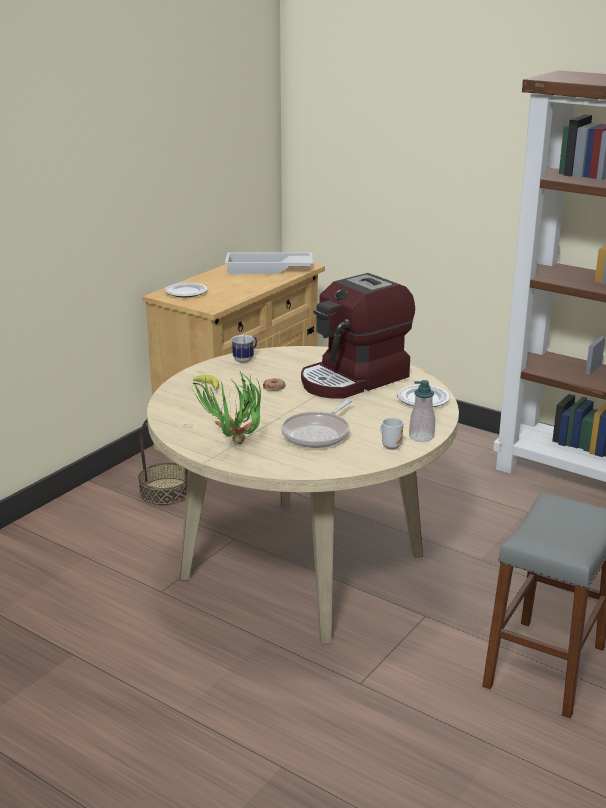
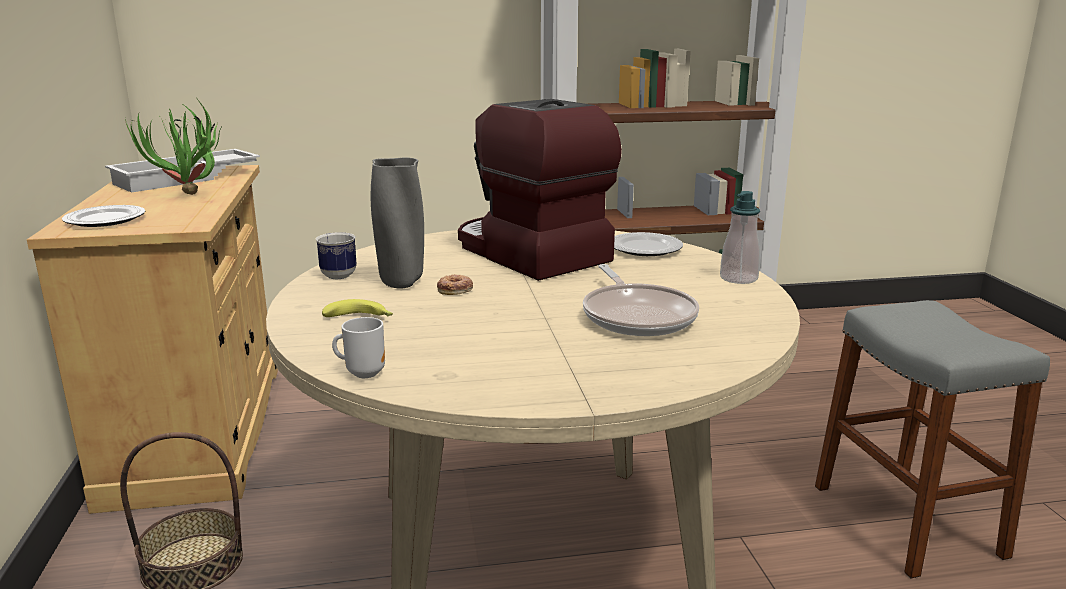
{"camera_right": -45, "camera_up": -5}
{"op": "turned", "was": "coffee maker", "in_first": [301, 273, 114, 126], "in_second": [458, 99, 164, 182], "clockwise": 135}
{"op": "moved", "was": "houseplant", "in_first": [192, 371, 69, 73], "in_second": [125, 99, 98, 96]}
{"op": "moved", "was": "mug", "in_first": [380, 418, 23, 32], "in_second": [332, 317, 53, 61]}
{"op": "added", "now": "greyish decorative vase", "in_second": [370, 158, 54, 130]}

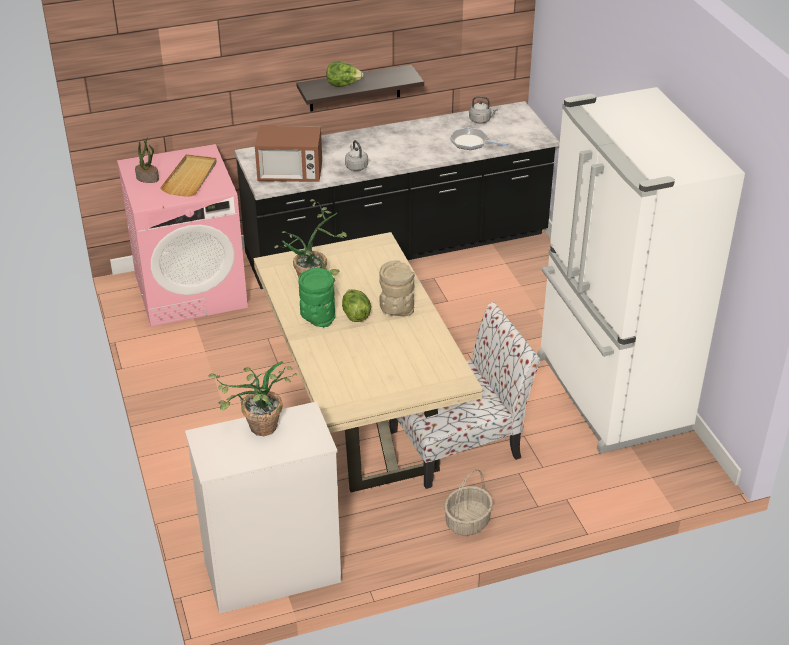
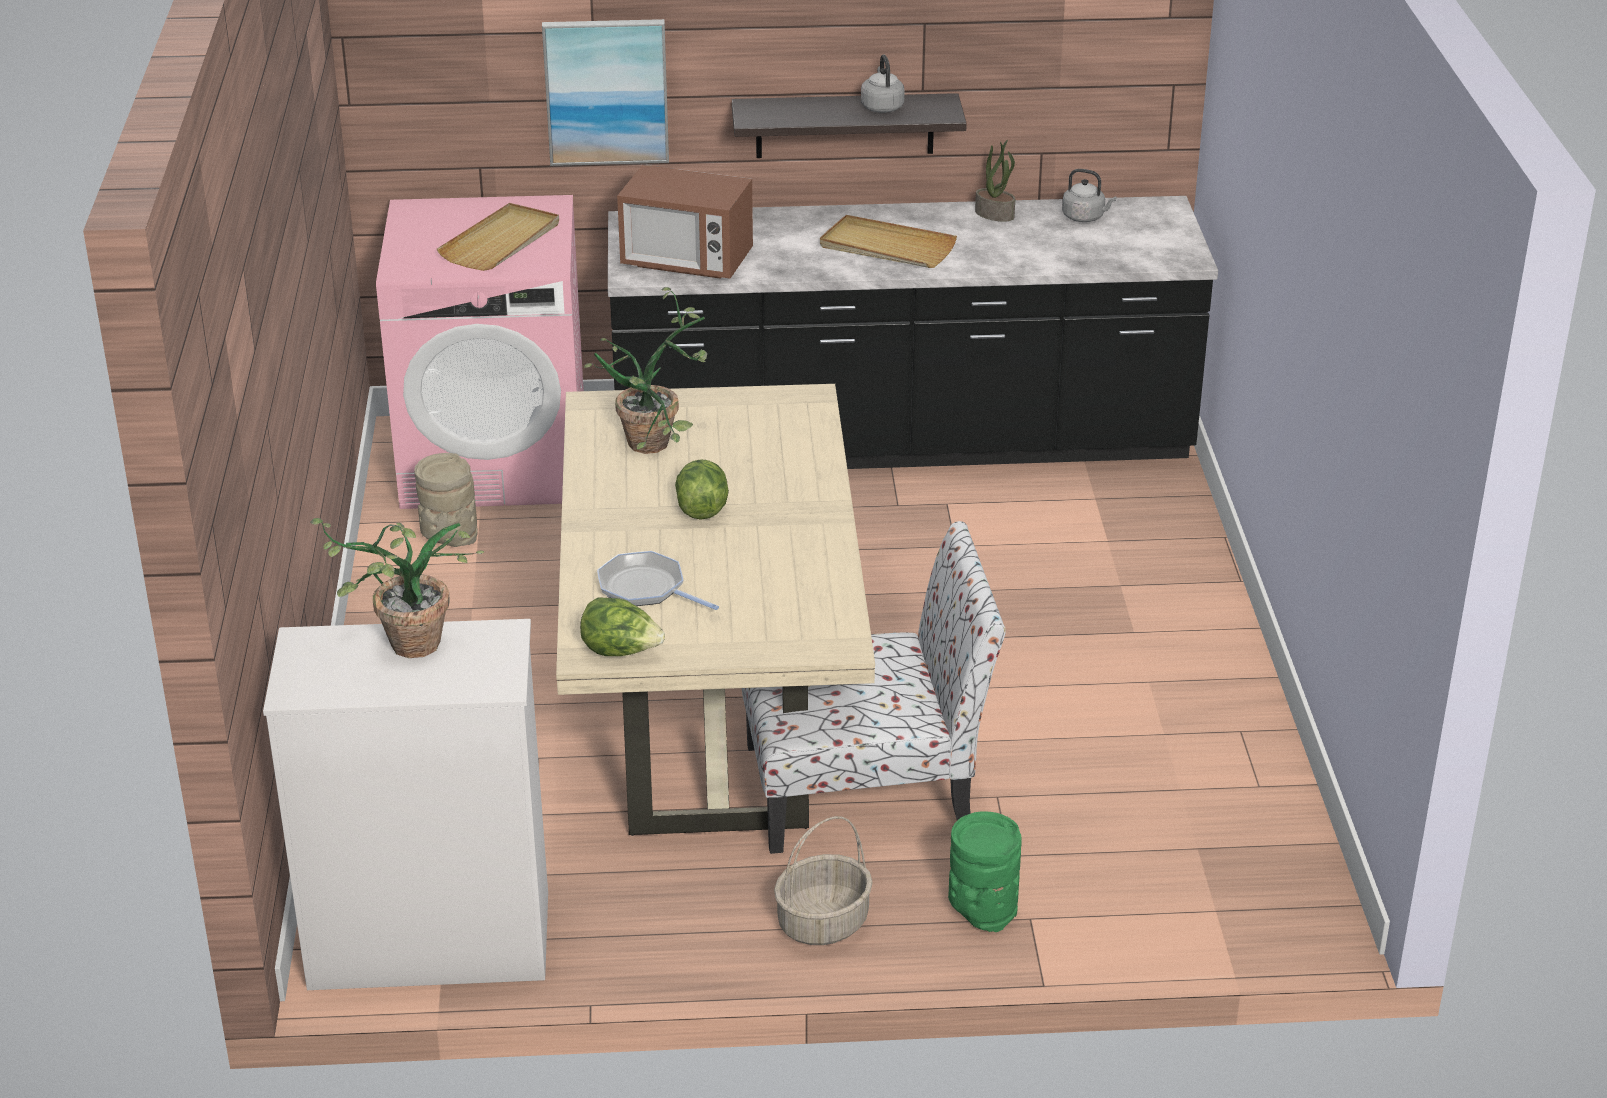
{"camera_right": 15, "camera_up": -5}
{"op": "moved", "was": "lettuce head", "in_first": [326, 61, 38, 26], "in_second": [580, 597, 85, 59]}
{"op": "removed", "was": "white-coloured refrigerator", "in_first": [537, 87, 208, 367]}
{"op": "moved", "was": "skillet", "in_first": [450, 128, 59, 22], "in_second": [597, 551, 122, 59]}
{"op": "moved", "was": "houseplant", "in_first": [135, 137, 24, 46], "in_second": [975, 140, 40, 82]}
{"op": "moved", "was": "greyish water kettle", "in_first": [345, 140, 23, 31], "in_second": [861, 55, 43, 58]}
{"op": "moved", "was": "beige-coloured decorative vase", "in_first": [379, 260, 36, 57], "in_second": [414, 453, 64, 94]}
{"op": "moved", "was": "greenish decorative vase", "in_first": [298, 268, 37, 59], "in_second": [948, 811, 74, 121]}
{"op": "added", "now": "wall picture", "in_second": [542, 19, 127, 147]}
{"op": "added", "now": "beige-coloured tray", "in_second": [820, 215, 137, 53]}

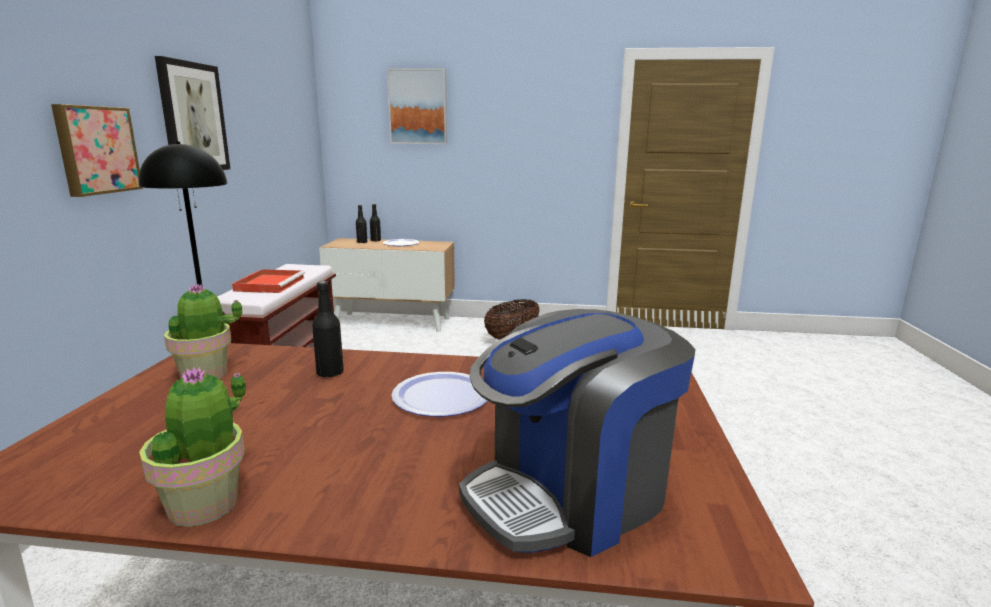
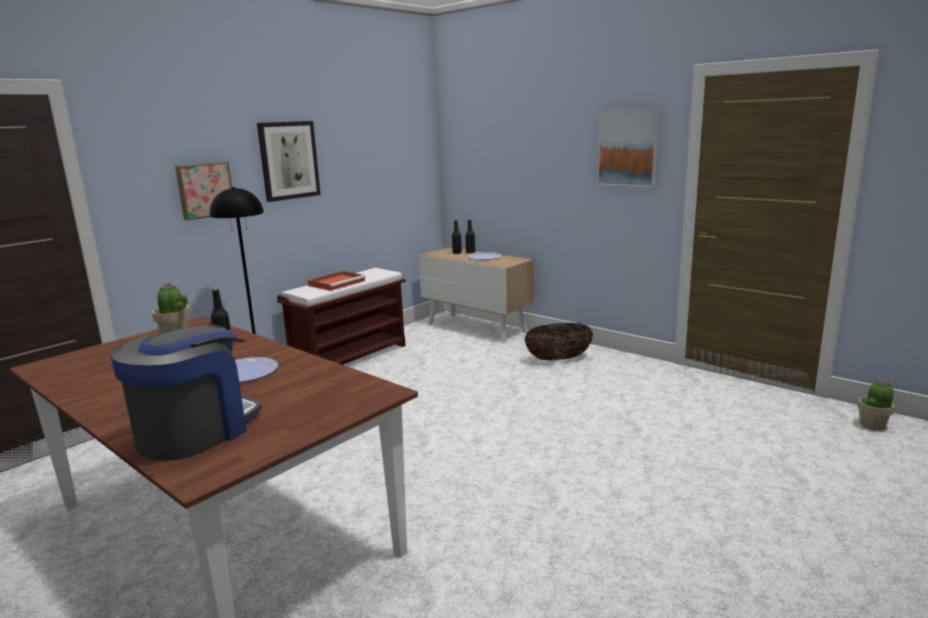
{"camera_right": 35, "camera_up": 0}
{"op": "moved", "was": "wall picture", "in_first": [387, 69, 60, 75], "in_second": [597, 107, 62, 81]}
{"op": "turned", "was": "coffee maker", "in_first": [459, 309, 236, 248], "in_second": [110, 323, 151, 137], "clockwise": 120}
{"op": "moved", "was": "houseplant", "in_first": [139, 366, 107, 161], "in_second": [857, 378, 38, 53]}

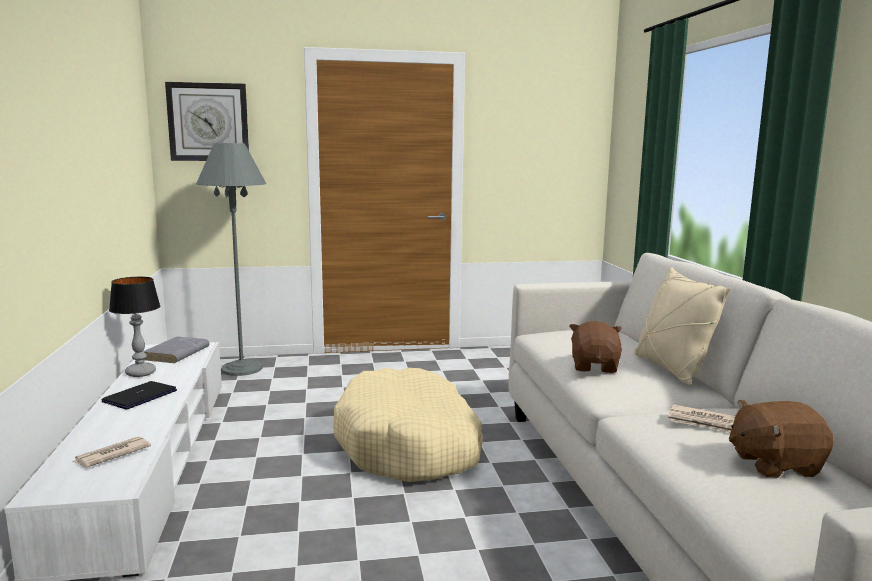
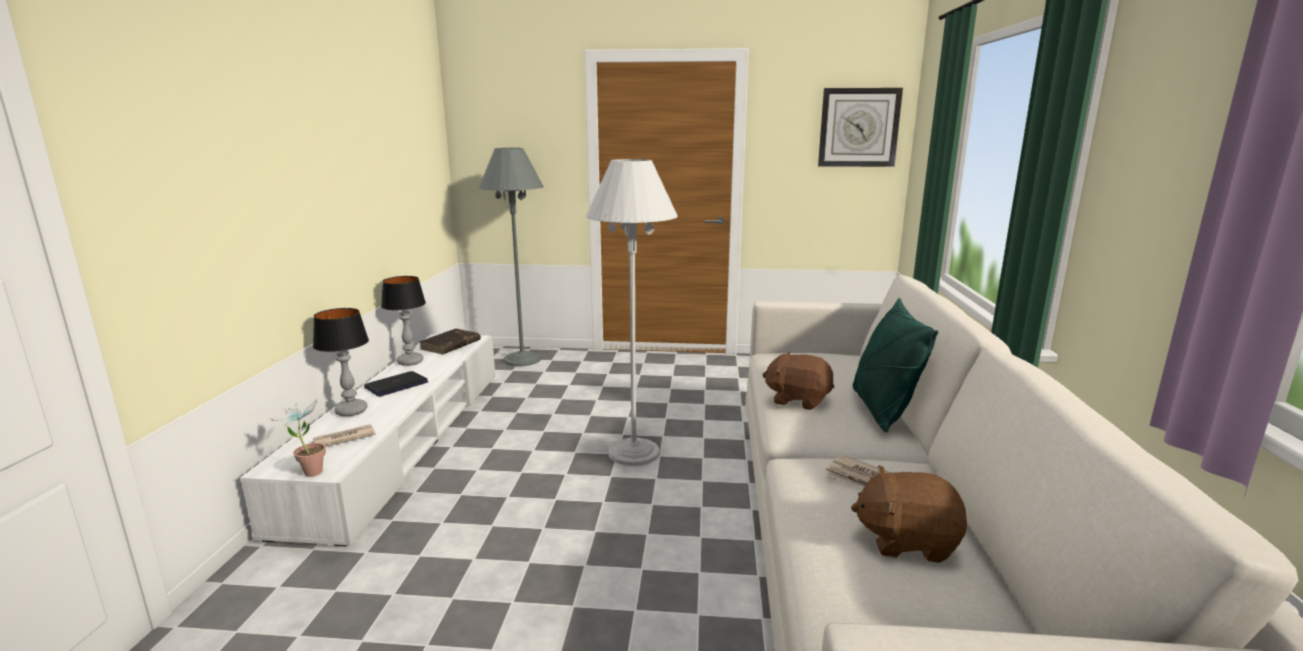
{"camera_right": 15, "camera_up": 5}
{"op": "moved", "was": "hanging clock", "in_first": [165, 82, 84, 79], "in_second": [818, 88, 85, 79]}
{"op": "recoloured", "was": "beige-coloured cushion", "now": "greenish cushion", "in_first": [634, 267, 97, 118], "in_second": [853, 298, 85, 134]}
{"op": "turned", "was": "brown-coloured soft toy", "in_first": [570, 321, 52, 52], "in_second": [762, 352, 72, 58], "clockwise": -90}
{"op": "recoloured", "was": "greyish volume", "now": "brown-coloured volume", "in_first": [143, 336, 67, 27], "in_second": [419, 329, 62, 25]}
{"op": "replaced", "was": "beige-coloured dog bed", "now": "white-coloured standing lamp", "in_first": [333, 368, 151, 114], "in_second": [586, 159, 92, 307]}
{"op": "added", "now": "tabletop lamp", "in_second": [313, 308, 56, 108]}
{"op": "added", "now": "houseplant", "in_second": [268, 399, 58, 78]}

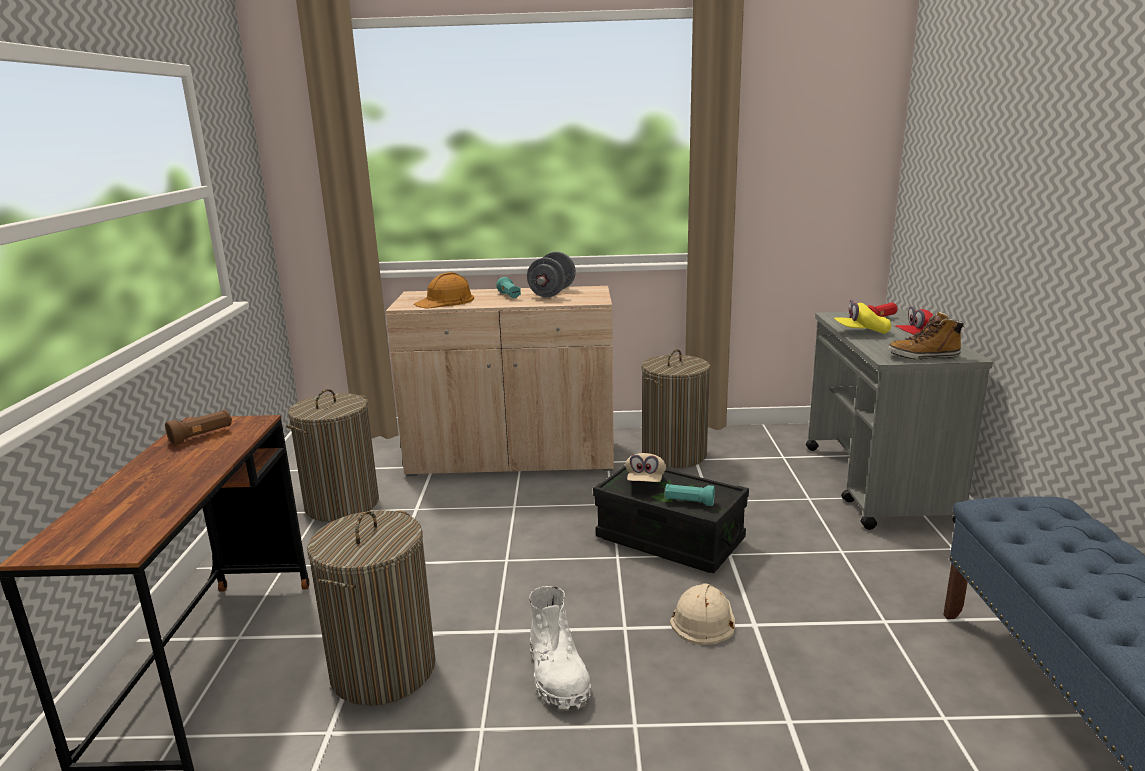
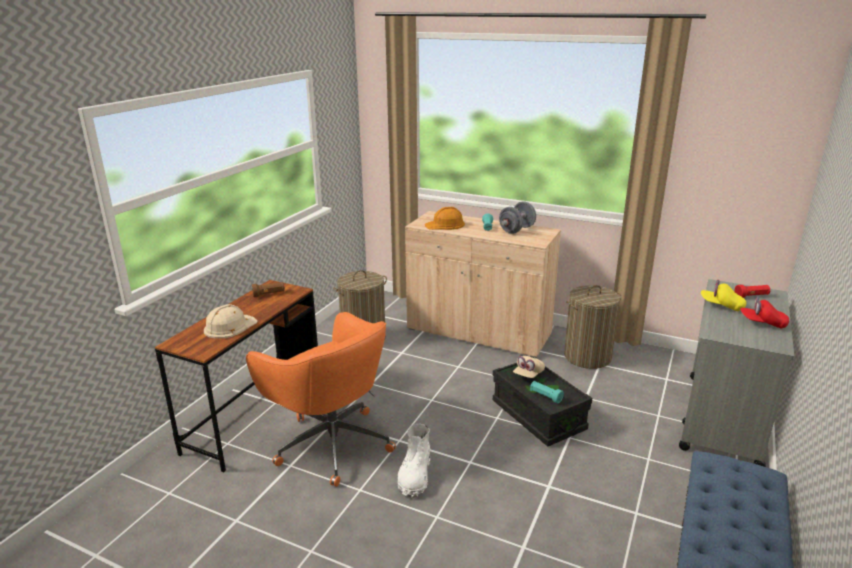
{"camera_right": 25, "camera_up": 5}
{"op": "removed", "was": "boot", "in_first": [888, 310, 76, 49]}
{"op": "replaced", "was": "hamper", "now": "orangey desk chair", "in_first": [307, 510, 128, 196], "in_second": [246, 312, 150, 175]}
{"op": "moved", "was": "beige-coloured hard hat", "in_first": [670, 583, 65, 62], "in_second": [204, 304, 54, 34]}

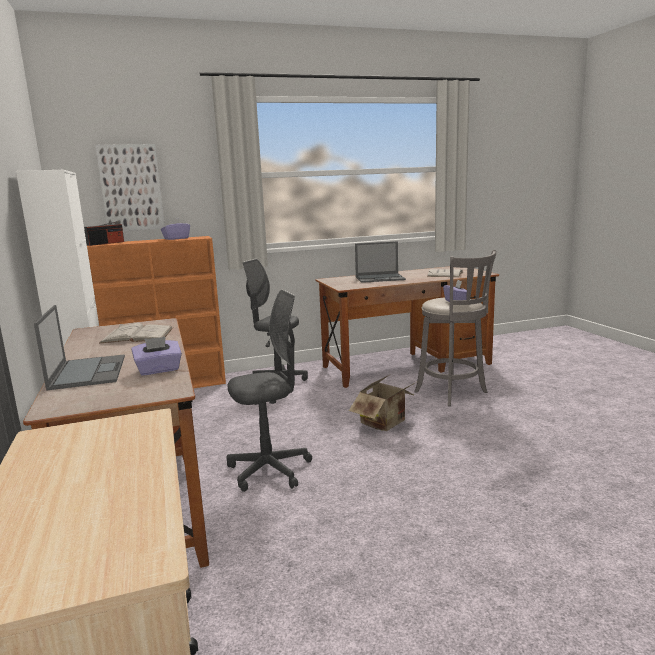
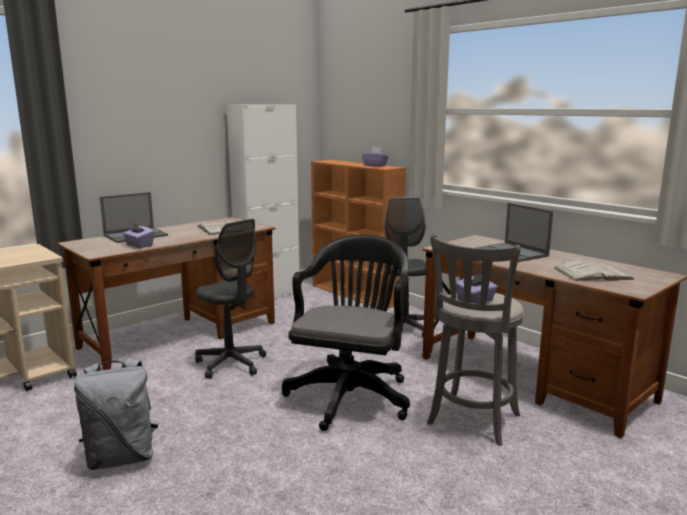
{"camera_right": 65, "camera_up": 0}
{"op": "removed", "was": "wall picture", "in_first": [95, 144, 70, 87]}
{"op": "removed", "was": "radio", "in_first": [84, 221, 40, 25]}
{"op": "replaced", "was": "carton", "now": "black desk chair", "in_first": [349, 375, 69, 56], "in_second": [282, 235, 128, 196]}
{"op": "added", "now": "greyish knapsack", "in_second": [74, 358, 84, 112]}

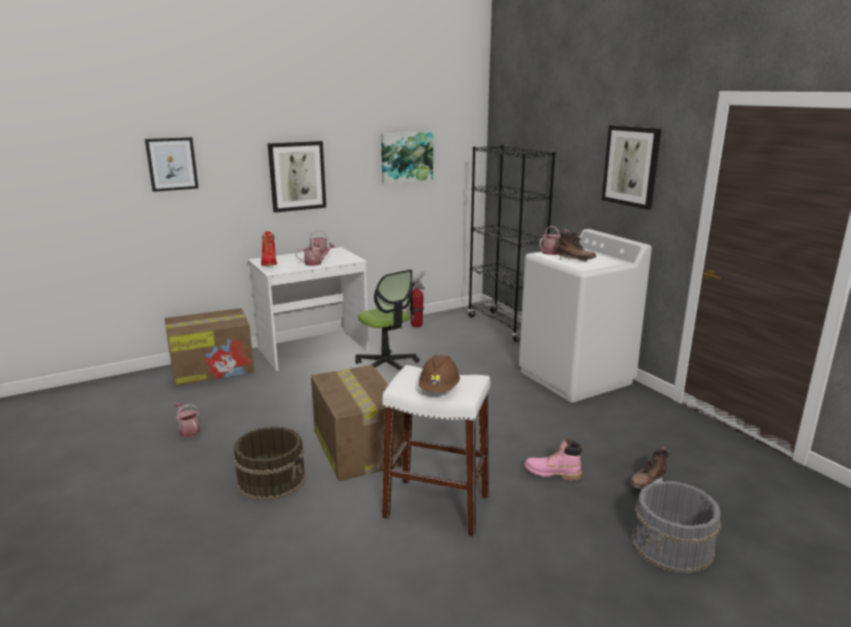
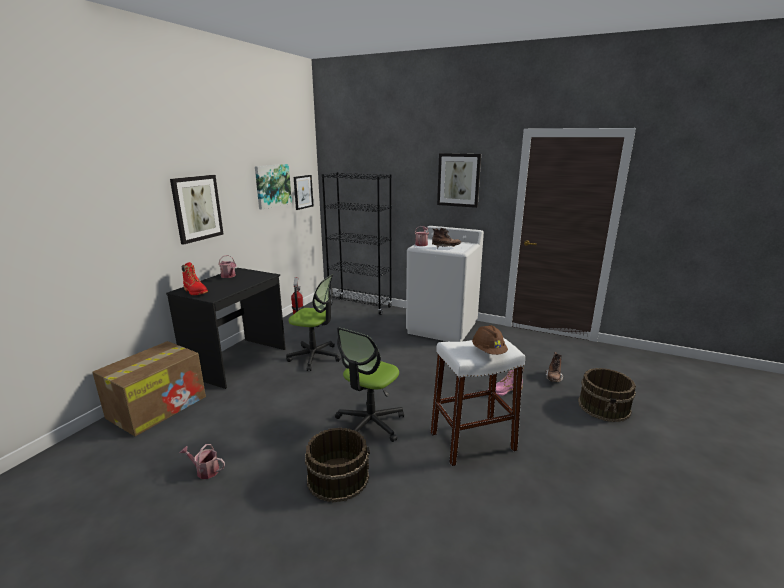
{"camera_right": -35, "camera_up": 0}
{"op": "moved", "was": "wall picture", "in_first": [145, 137, 54, 55], "in_second": [294, 175, 19, 35]}
{"op": "removed", "was": "watering can", "in_first": [295, 239, 41, 27]}
{"op": "recoloured", "was": "white-coloured desk unit", "now": "black desk unit", "in_first": [248, 247, 121, 124], "in_second": [166, 268, 120, 121]}
{"op": "replaced", "was": "carton", "now": "desk chair", "in_first": [311, 365, 93, 116], "in_second": [335, 327, 69, 115]}
{"op": "recoloured", "was": "greyish pail", "now": "brown-coloured pail", "in_first": [631, 481, 90, 93], "in_second": [578, 368, 58, 54]}

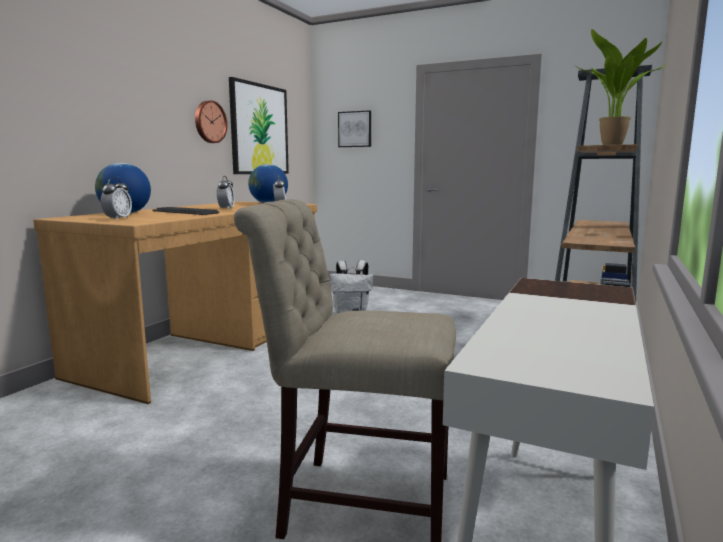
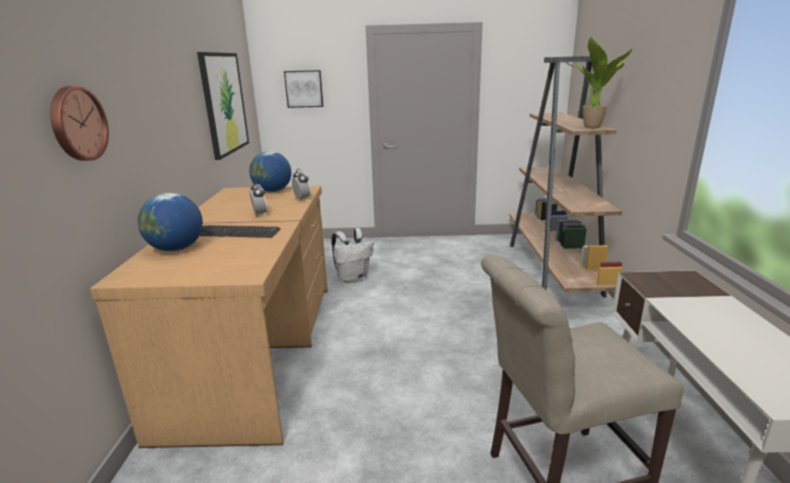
{"camera_right": -25, "camera_up": 10}
{"op": "moved", "was": "hanging clock", "in_first": [195, 100, 32, 43], "in_second": [50, 86, 59, 75]}
{"op": "removed", "was": "table clock", "in_first": [101, 178, 31, 42]}

